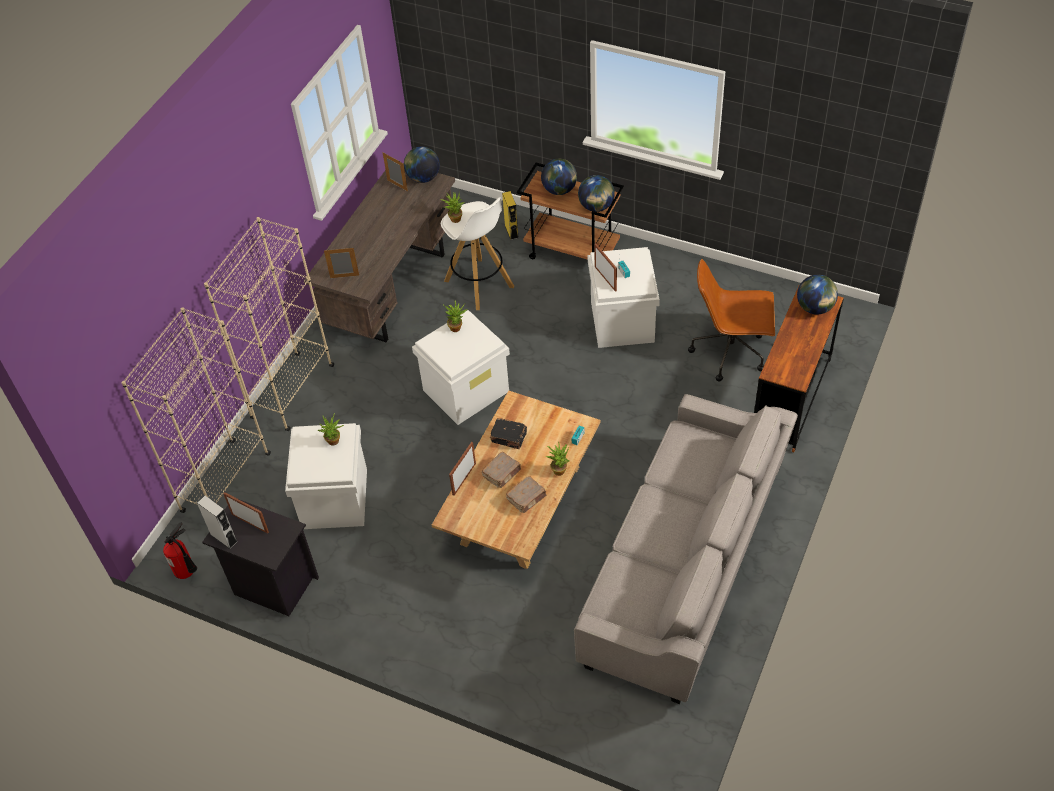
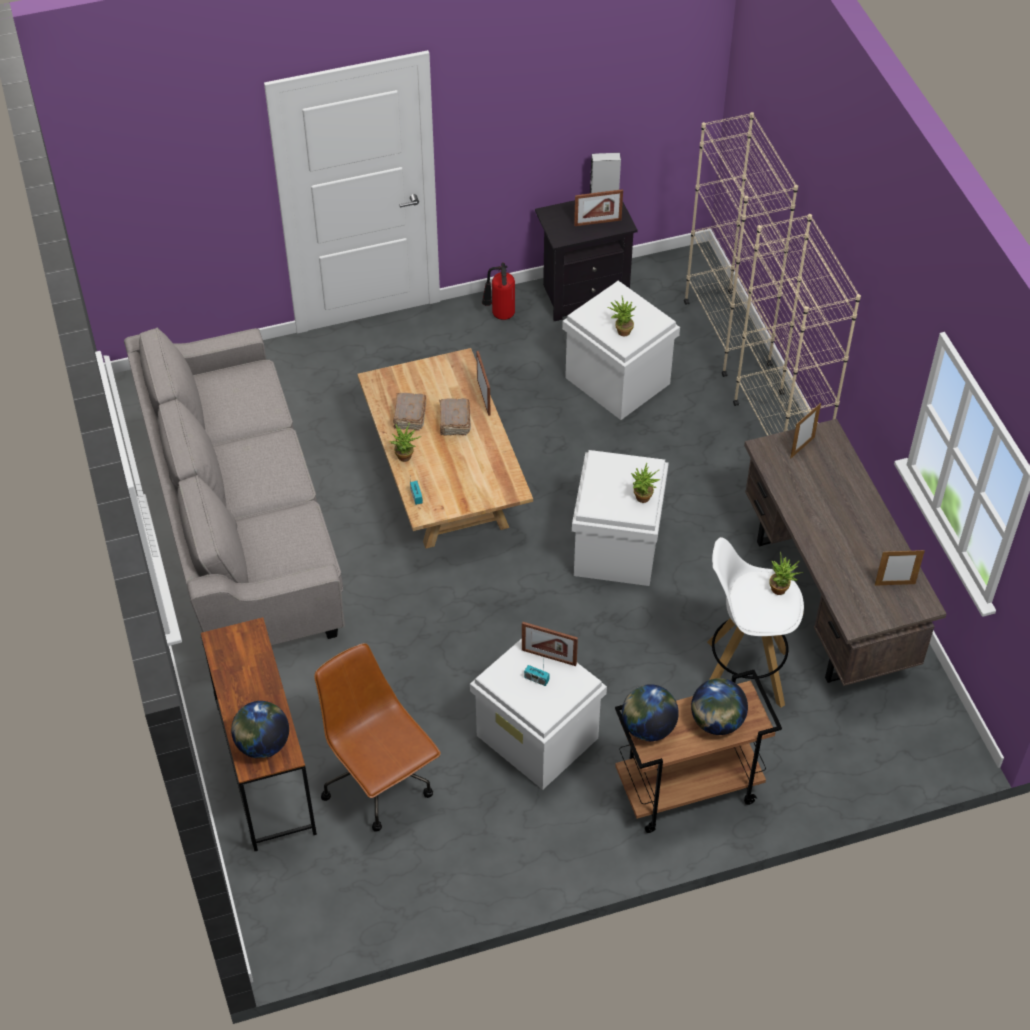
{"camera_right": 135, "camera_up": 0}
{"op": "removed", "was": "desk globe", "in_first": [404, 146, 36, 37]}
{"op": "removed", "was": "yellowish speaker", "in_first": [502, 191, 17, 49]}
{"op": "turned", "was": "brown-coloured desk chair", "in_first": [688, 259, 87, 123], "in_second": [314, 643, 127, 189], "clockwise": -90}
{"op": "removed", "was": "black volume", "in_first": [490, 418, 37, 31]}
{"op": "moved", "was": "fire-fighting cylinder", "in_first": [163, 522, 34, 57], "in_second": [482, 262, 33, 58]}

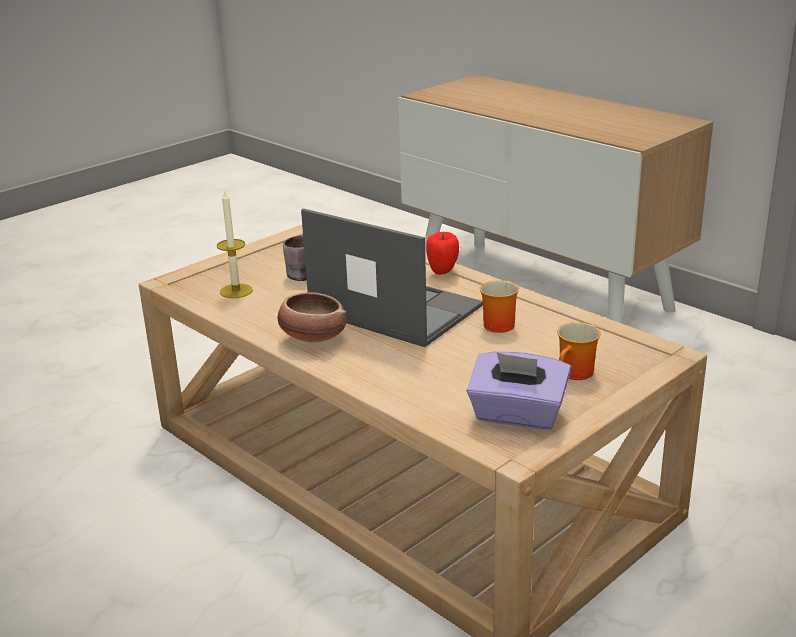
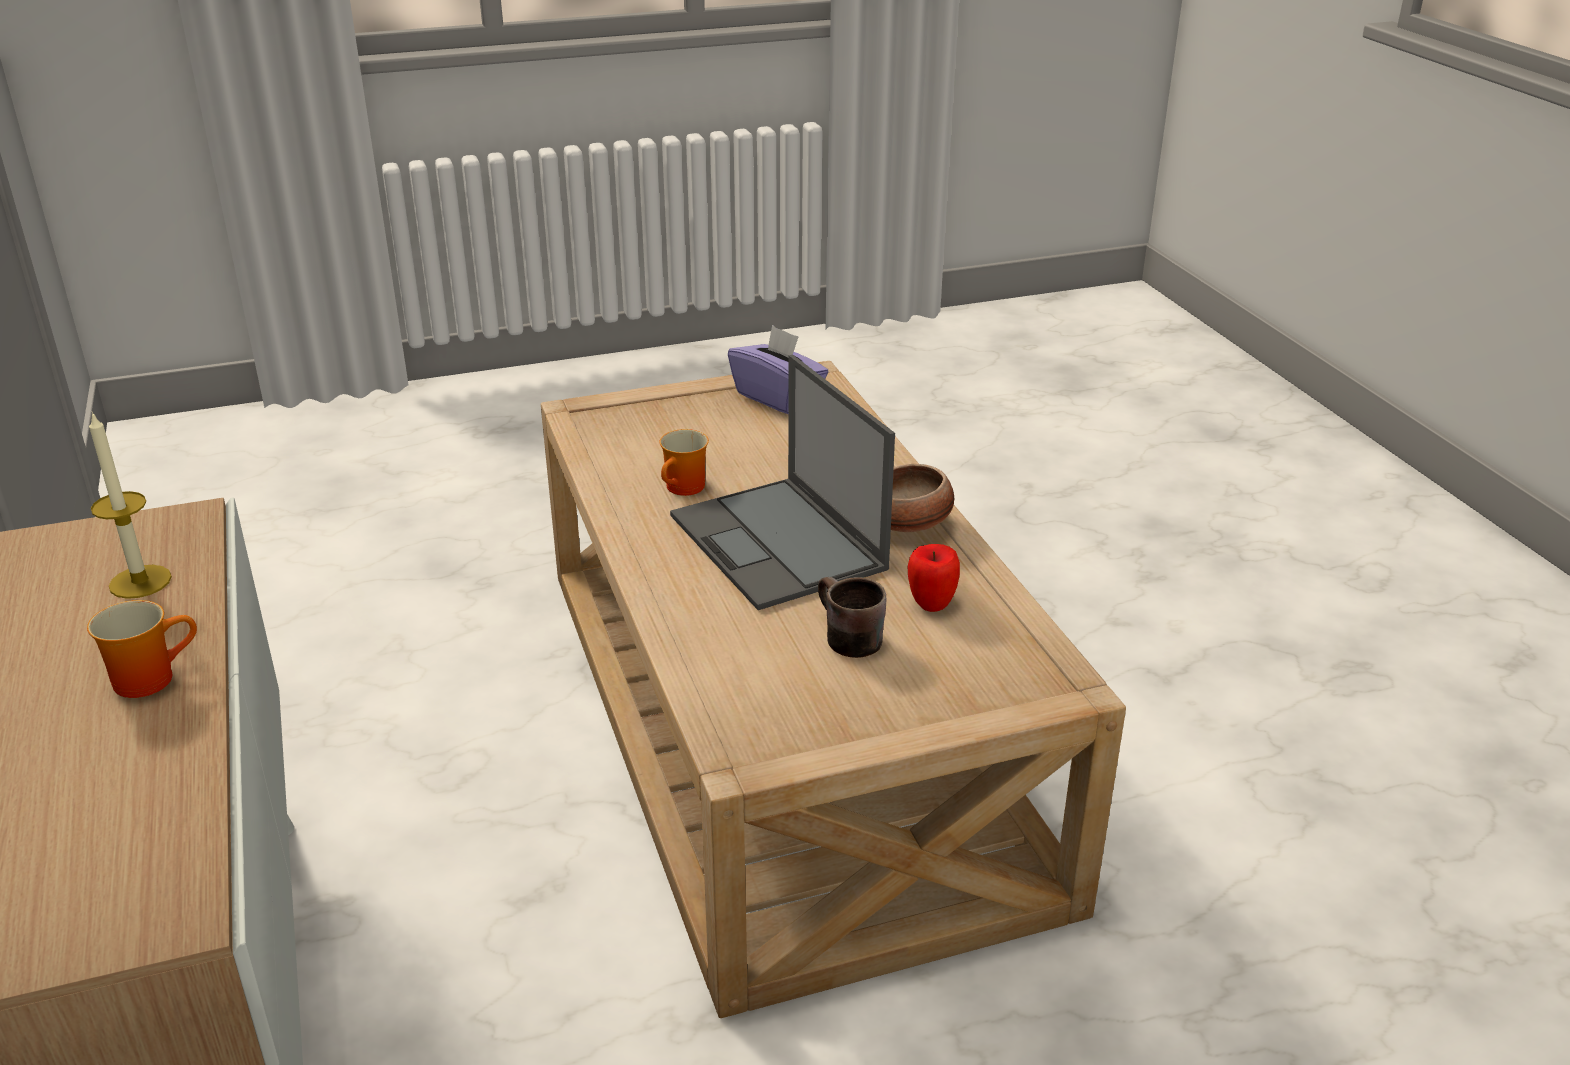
{"camera_right": -155, "camera_up": 5}
{"op": "moved", "was": "wax candle", "in_first": [217, 191, 36, 107], "in_second": [89, 412, 83, 187]}
{"op": "moved", "was": "whole apple", "in_first": [426, 232, 33, 43], "in_second": [908, 544, 52, 68]}
{"op": "moved", "was": "mug", "in_first": [557, 322, 44, 58], "in_second": [87, 600, 110, 98]}

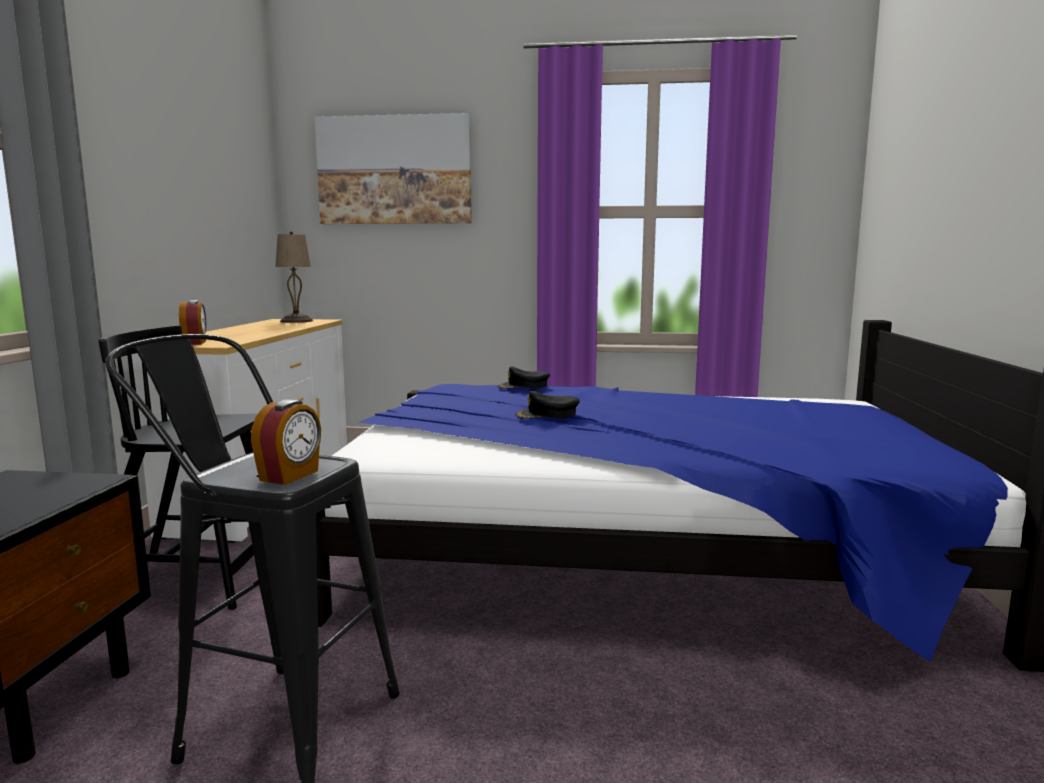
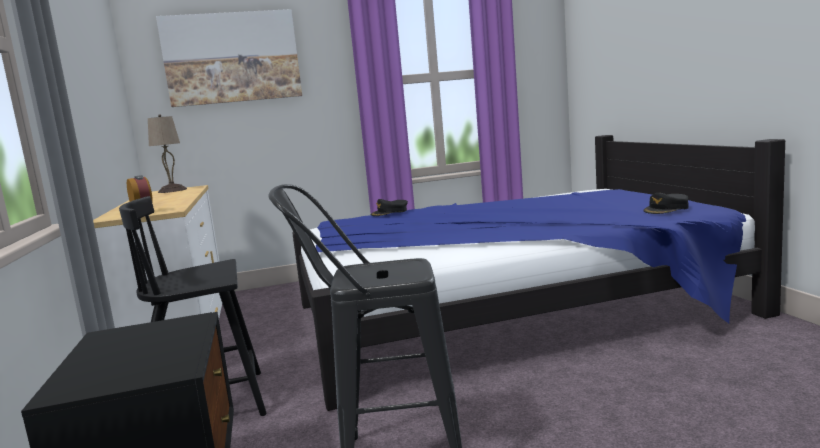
{"camera_right": -20, "camera_up": 0}
{"op": "moved", "was": "black cap", "in_first": [515, 391, 65, 28], "in_second": [643, 193, 46, 21]}
{"op": "removed", "was": "table clock", "in_first": [251, 399, 70, 86]}

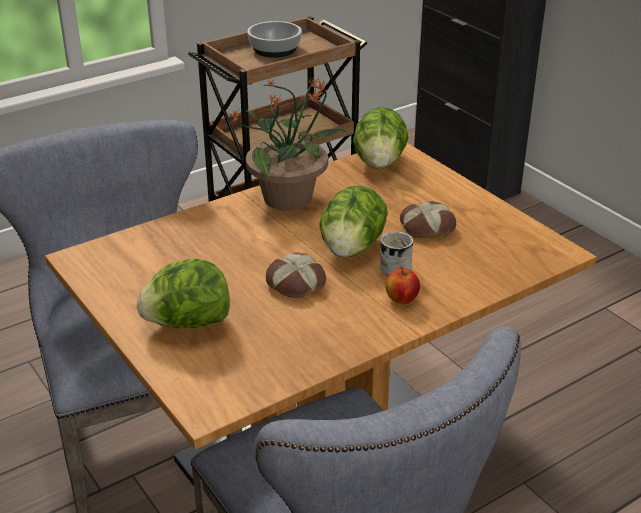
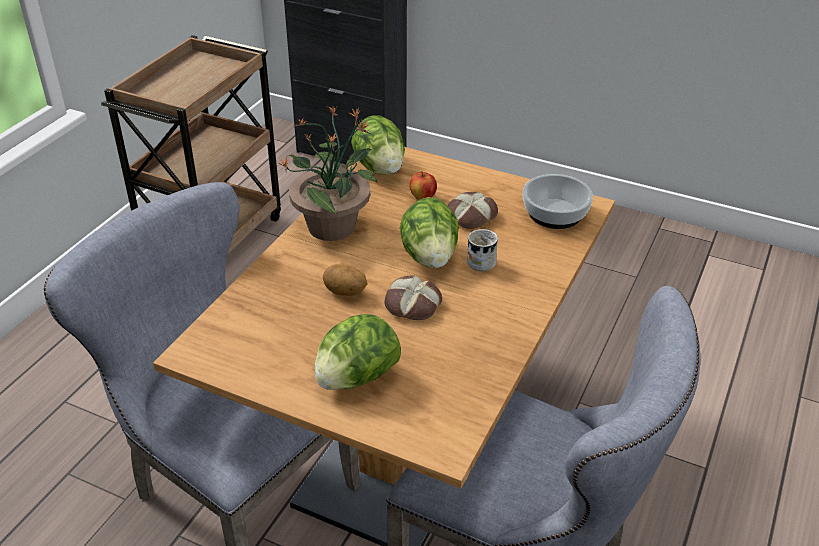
{"camera_right": -30, "camera_up": 5}
{"op": "moved", "was": "serving bowl", "in_first": [247, 21, 55, 37], "in_second": [523, 174, 70, 55]}
{"op": "moved", "was": "whole apple", "in_first": [385, 268, 35, 36], "in_second": [410, 171, 27, 29]}
{"op": "added", "now": "spud", "in_second": [323, 264, 45, 32]}

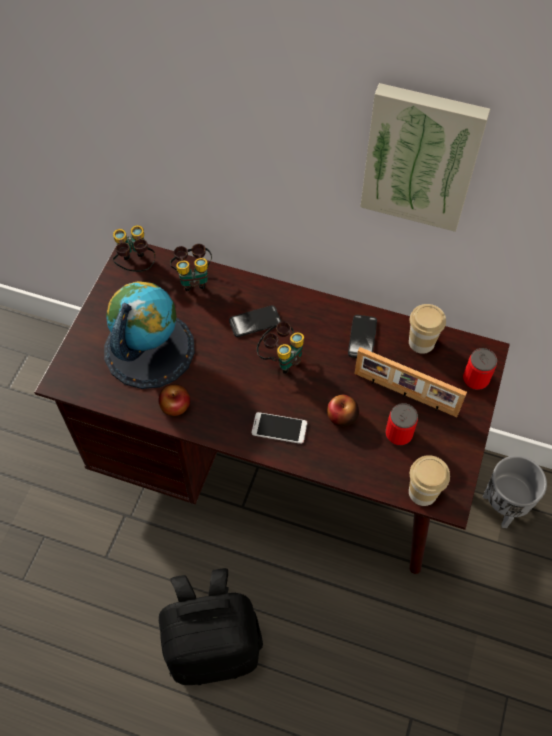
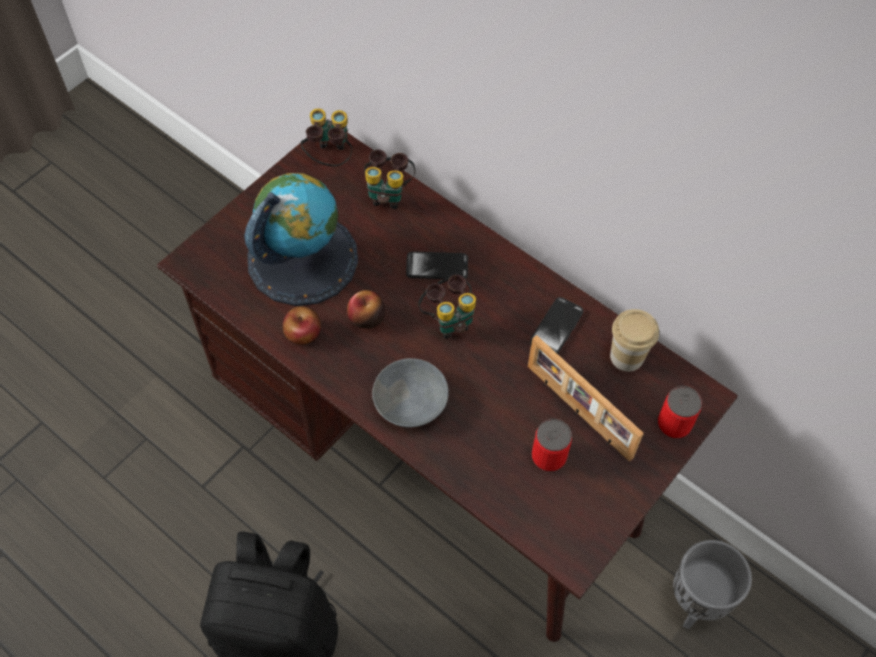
{"camera_right": 20, "camera_up": 0}
{"op": "removed", "was": "wall picture", "in_first": [360, 83, 130, 149]}
{"op": "moved", "was": "whole apple", "in_first": [327, 395, 32, 31], "in_second": [347, 290, 38, 38]}
{"op": "replaced", "was": "telephone", "now": "greyish serving bowl", "in_first": [251, 412, 56, 32], "in_second": [372, 358, 77, 69]}
{"op": "removed", "was": "cup", "in_first": [409, 455, 41, 51]}

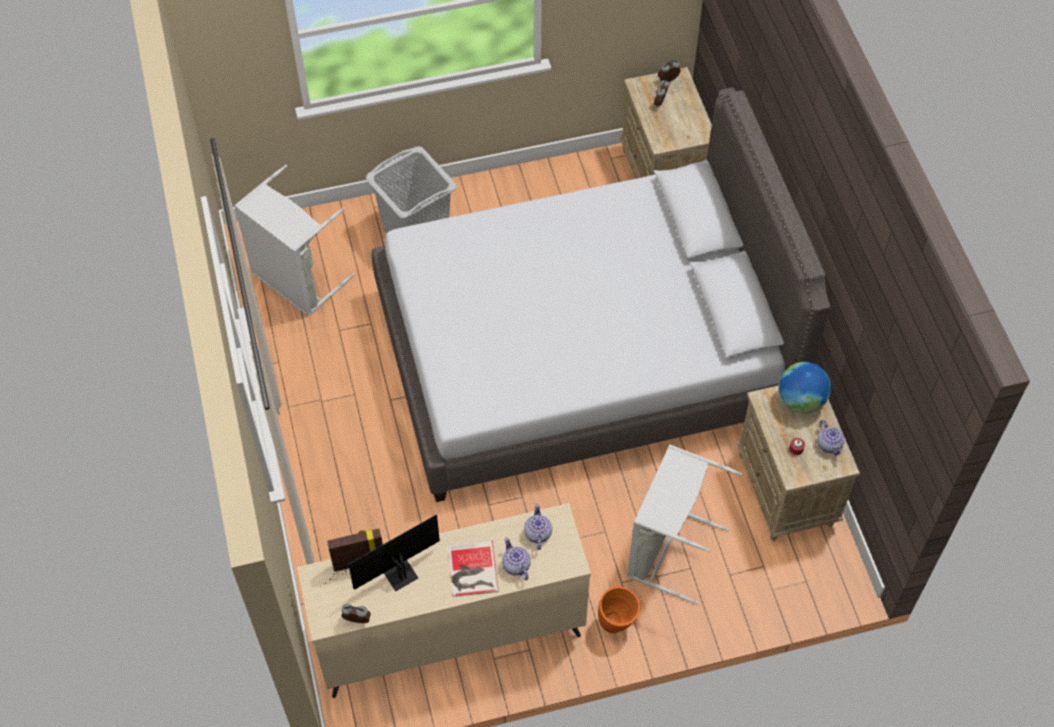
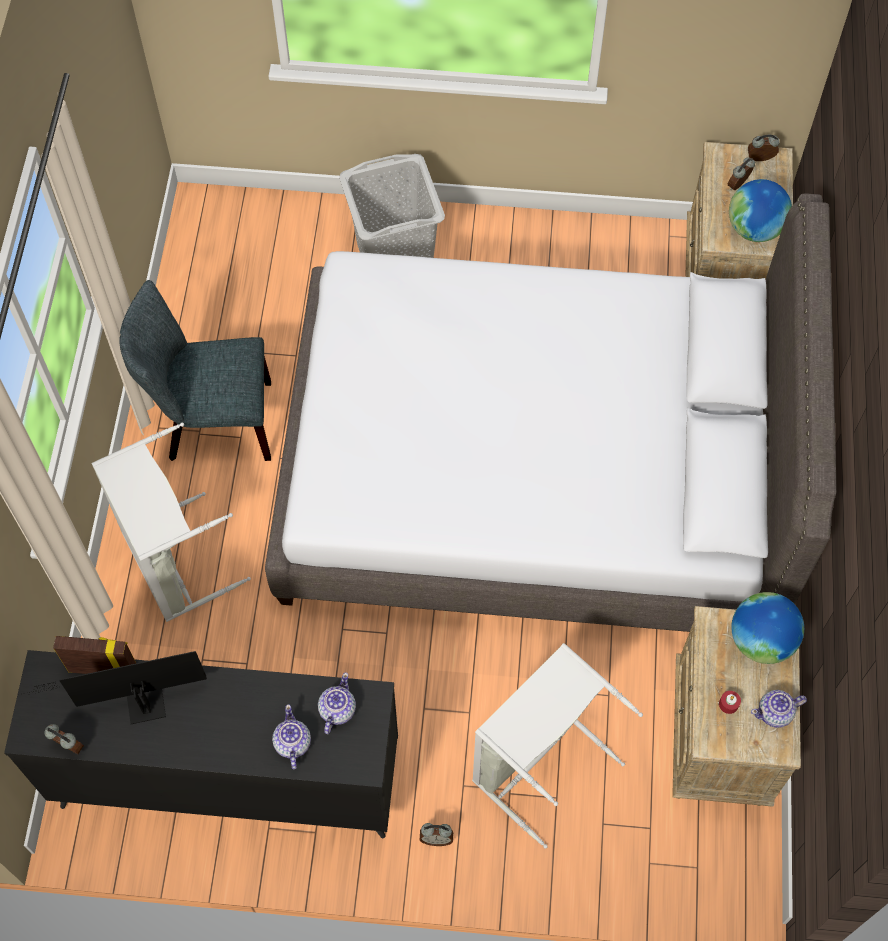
{"camera_right": 20, "camera_up": 5}
{"op": "moved", "was": "greyish hamper", "in_first": [234, 165, 121, 151], "in_second": [92, 422, 159, 200]}
{"op": "turned", "was": "pot for tea", "in_first": [817, 420, 28, 36], "in_second": [751, 690, 56, 38], "clockwise": 75}
{"op": "recoloured", "was": "beige-coloured drawer chest", "now": "black drawer chest", "in_first": [297, 503, 294, 195], "in_second": [4, 650, 394, 188]}
{"op": "removed", "was": "volume", "in_first": [448, 540, 51, 57]}
{"op": "replaced", "was": "orangey decorative vase", "now": "table clock", "in_first": [598, 586, 43, 48], "in_second": [419, 823, 34, 23]}
{"op": "added", "now": "desk globe", "in_second": [729, 179, 63, 63]}
{"op": "added", "now": "greyish plain chair", "in_second": [119, 280, 152, 181]}

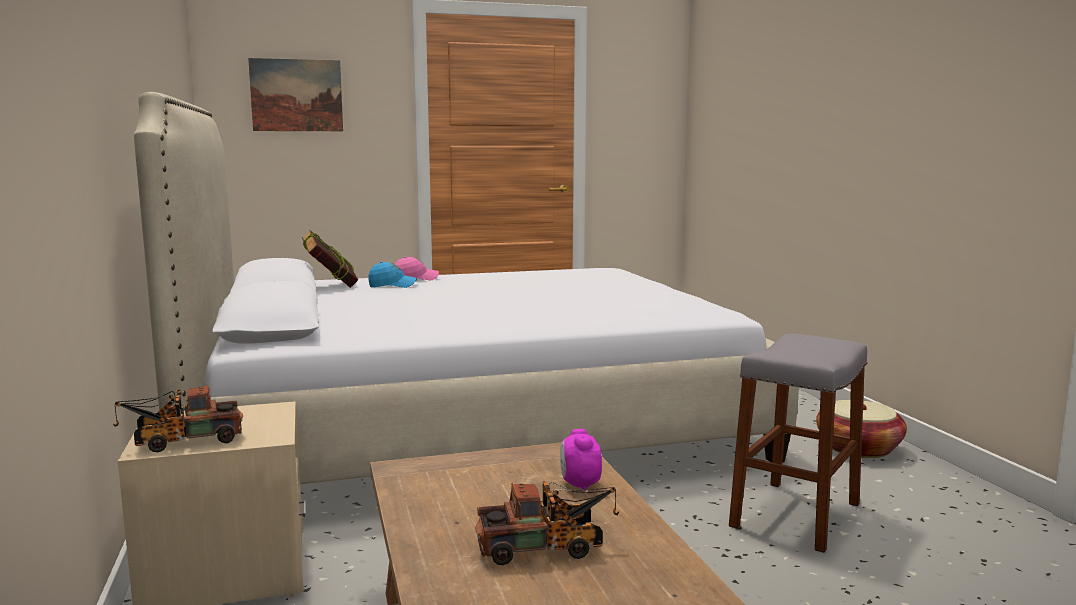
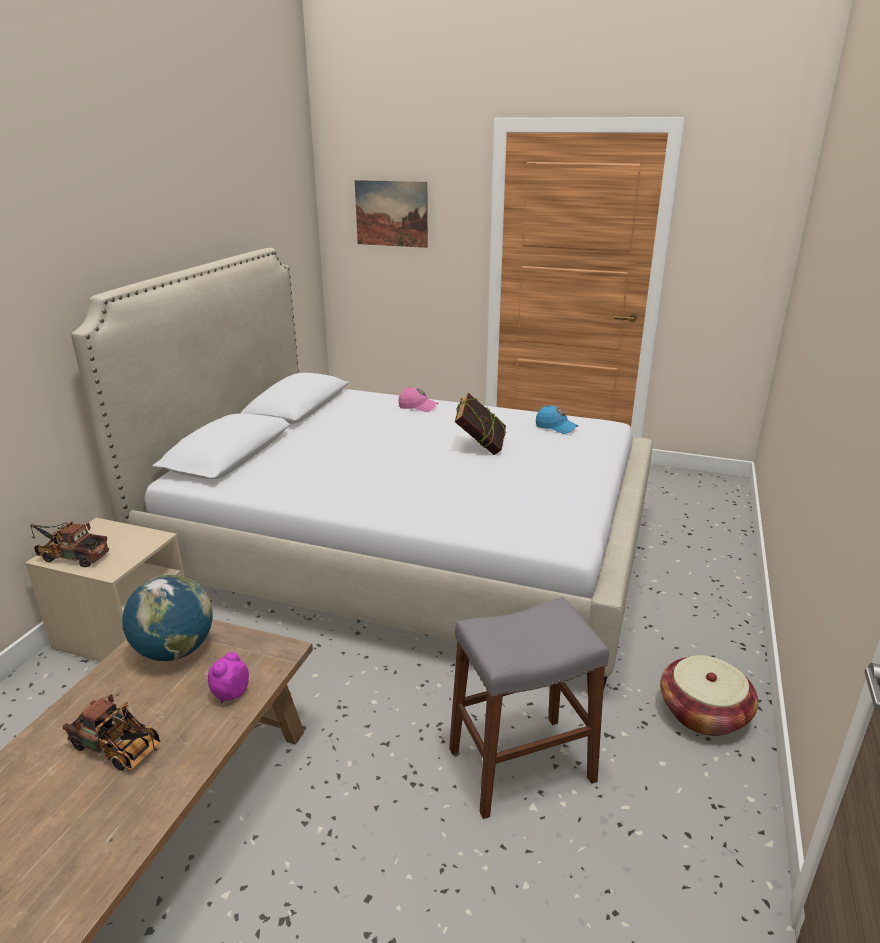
{"camera_right": 35, "camera_up": 15}
{"op": "moved", "was": "volume", "in_first": [302, 230, 56, 58], "in_second": [455, 393, 51, 62]}
{"op": "moved", "was": "blue-coloured cap", "in_first": [369, 262, 48, 26], "in_second": [536, 405, 43, 29]}
{"op": "added", "now": "desk globe", "in_second": [122, 575, 91, 86]}

